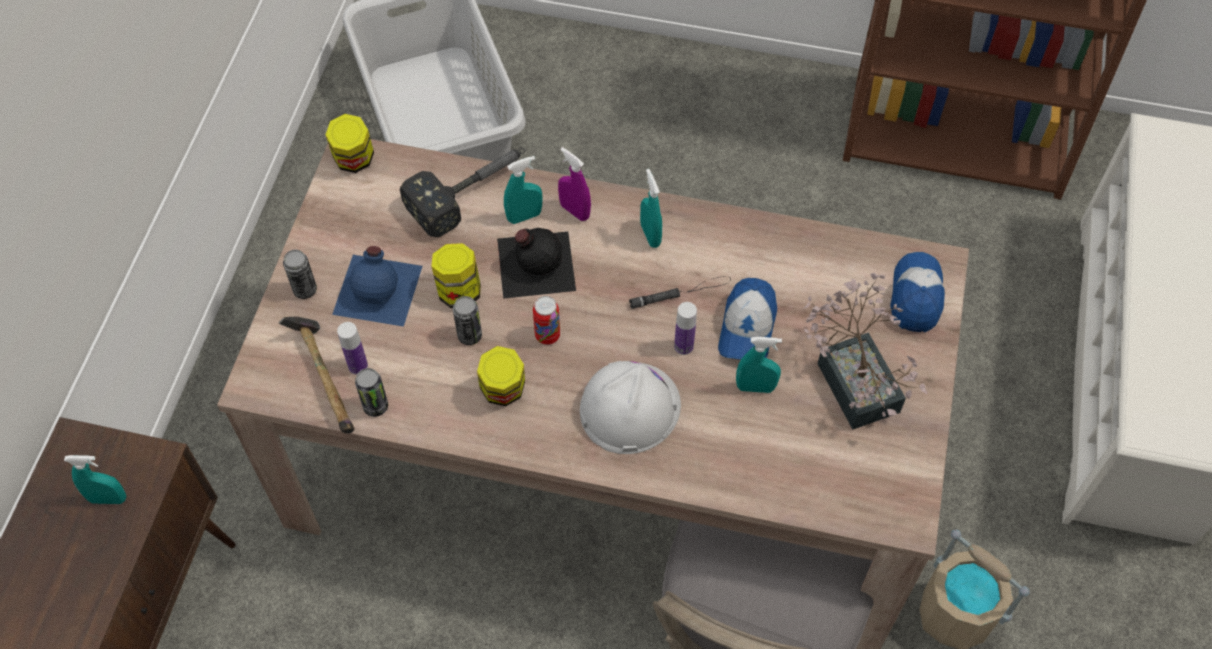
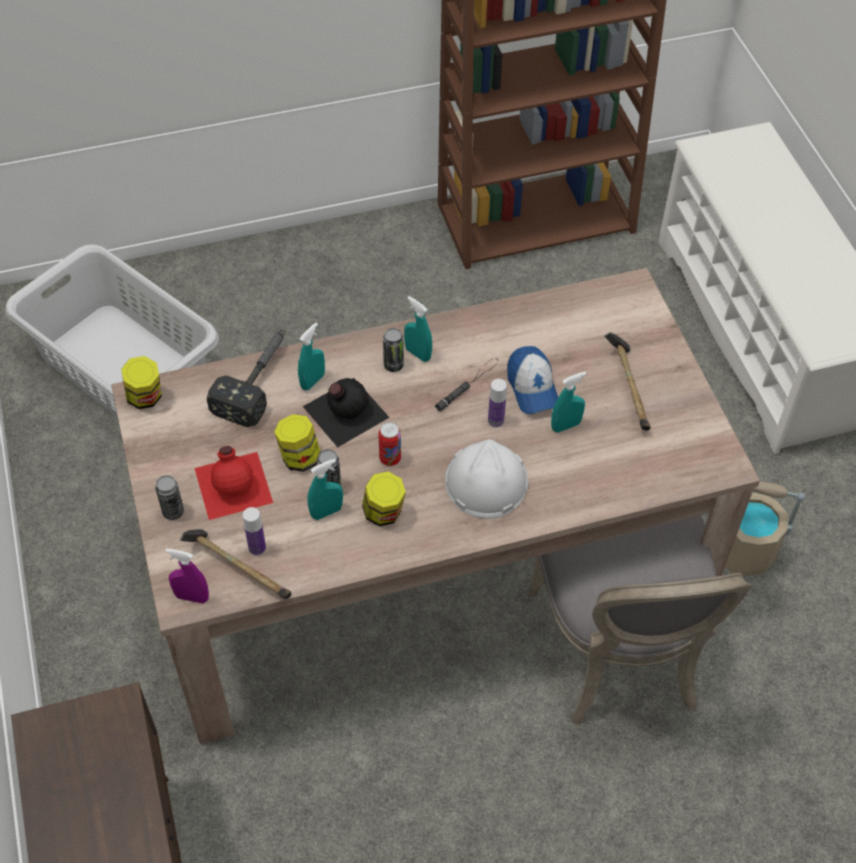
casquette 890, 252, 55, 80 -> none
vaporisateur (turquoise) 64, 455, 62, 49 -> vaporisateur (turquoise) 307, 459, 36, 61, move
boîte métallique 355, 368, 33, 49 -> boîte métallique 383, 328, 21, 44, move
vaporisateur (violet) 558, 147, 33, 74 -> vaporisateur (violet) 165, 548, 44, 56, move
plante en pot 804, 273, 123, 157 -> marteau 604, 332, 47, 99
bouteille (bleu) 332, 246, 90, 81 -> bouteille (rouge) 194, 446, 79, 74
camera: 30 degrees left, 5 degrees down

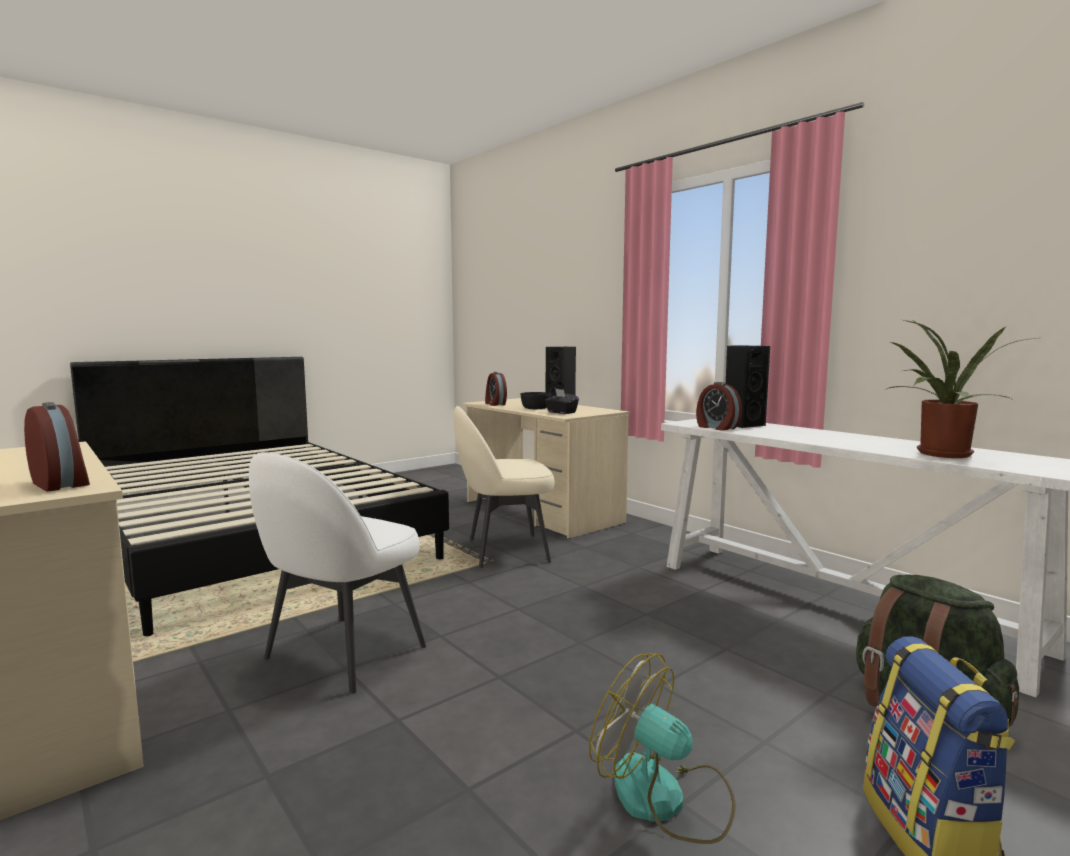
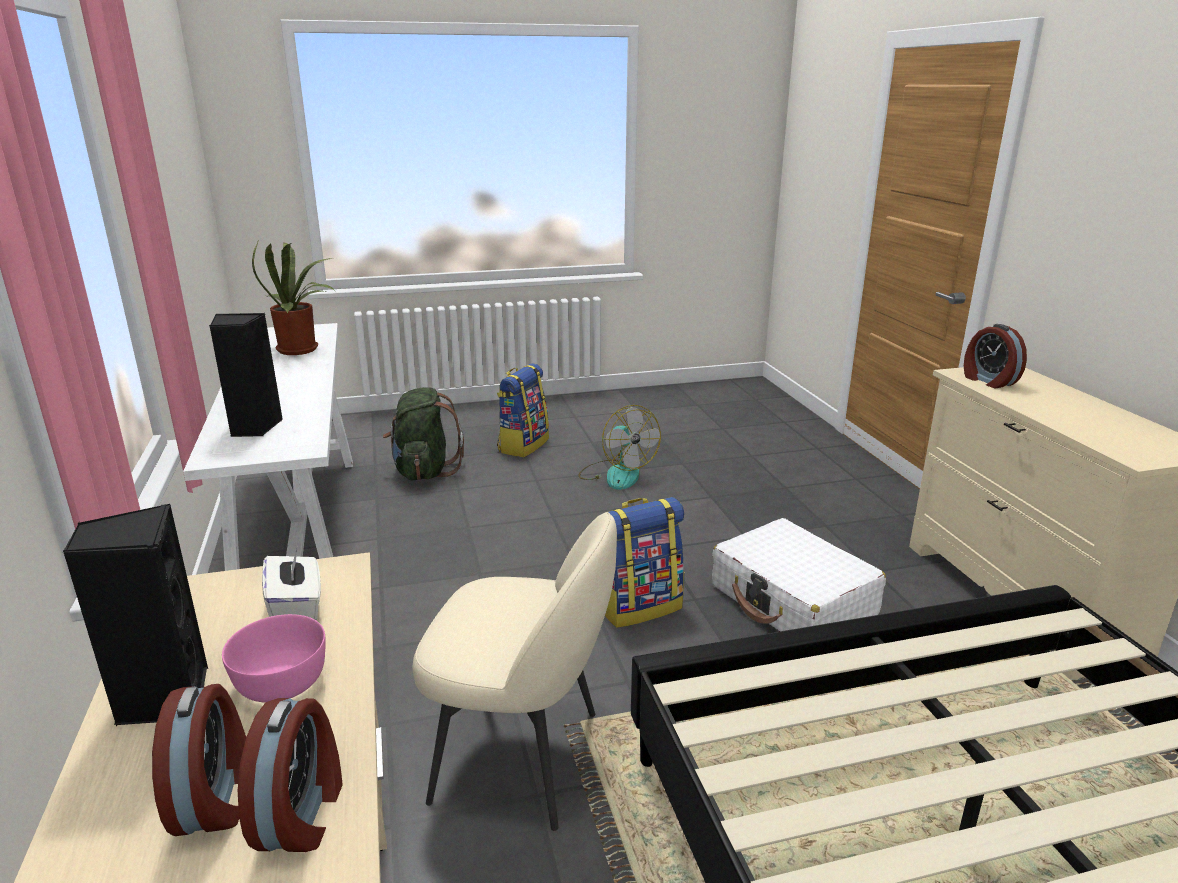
none -> sac à dos 605, 497, 79, 131
réveil 696, 382, 46, 49 -> réveil 152, 684, 94, 152, move
chaise (blanc) 249, 452, 177, 242 -> valise (blanc) 712, 518, 174, 113
bol (noir) 521, 392, 30, 17 -> bol (rose) 222, 614, 104, 89
boîte à mouchoirs (noir) 545, 389, 34, 25 -> boîte à mouchoirs (blanc) 262, 545, 59, 75
camera: 155 degrees left, 15 degrees up

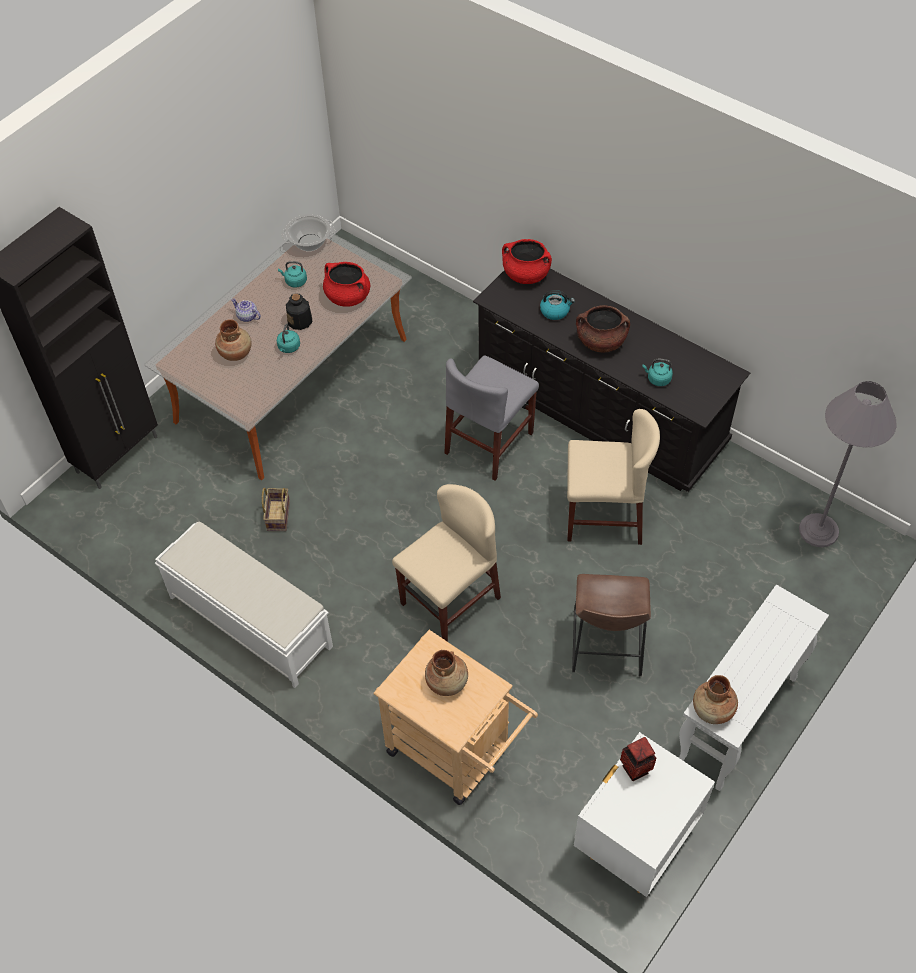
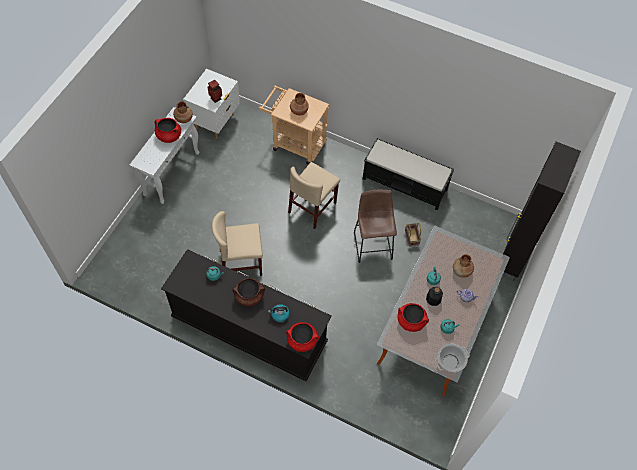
chaise (gris) 444, 355, 95, 125 -> none
lampadaire (gris) 799, 381, 98, 166 -> none
none -> marmite (rouge) 155, 118, 26, 25
tabouret (marron) 572, 574, 79, 102 -> tabouret (marron) 354, 190, 43, 73, move
banc (blanc) 155, 522, 178, 166 -> banc (noir) 363, 138, 91, 72
camera: 165 degrees right, 5 degrees up

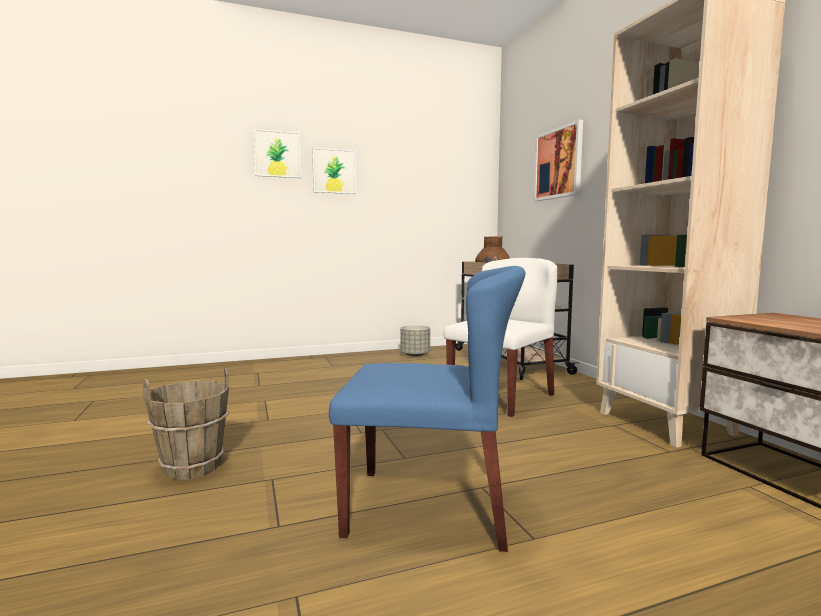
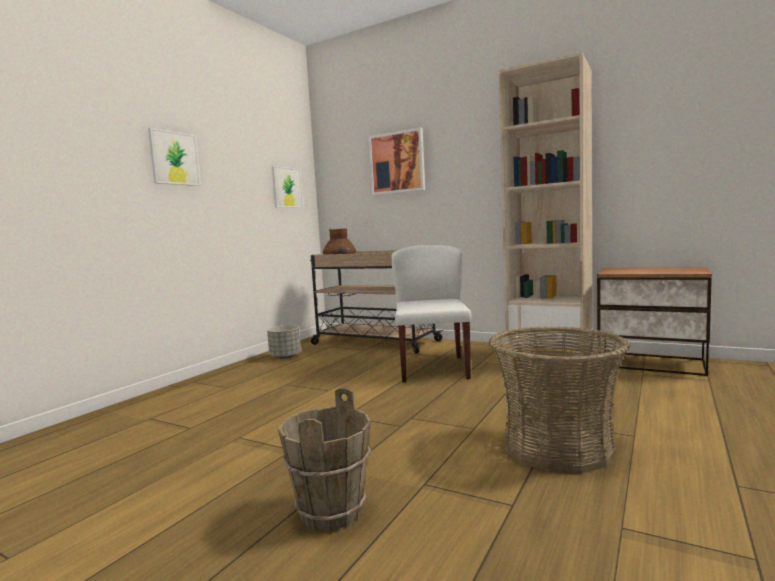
tableau 253, 129, 48, 49 -> tableau 272, 166, 31, 42, move
chaise (bleu) 329, 266, 196, 286 -> panier 489, 327, 141, 146
camera: 40 degrees left, 0 degrees up

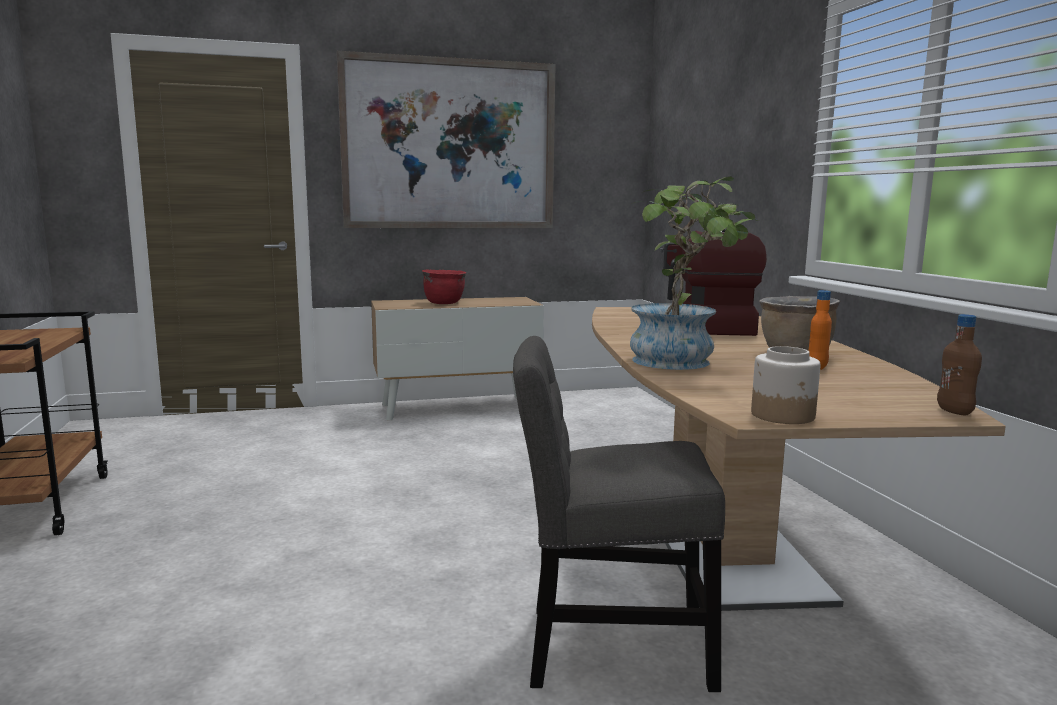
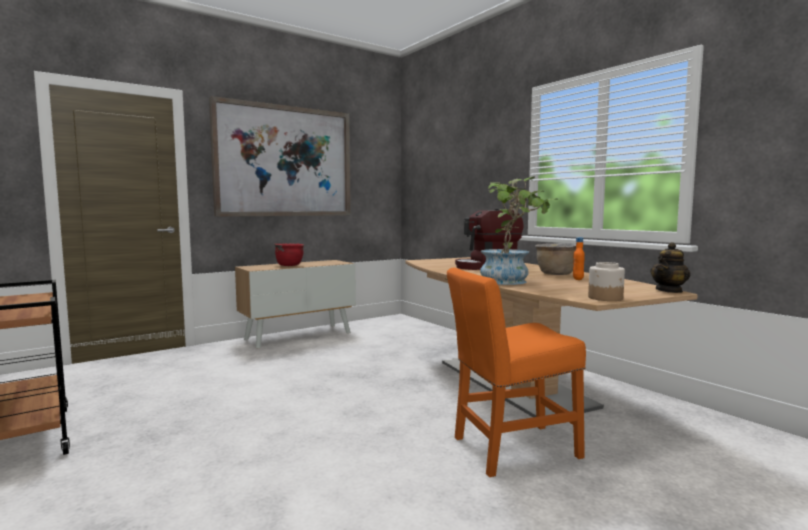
bouteille (marron) 937, 314, 45, 102 -> théière 650, 242, 40, 51
chaise (gris) 513, 336, 212, 356 -> chaise (orange) 447, 268, 139, 209
camera: 20 degrees left, 5 degrees down

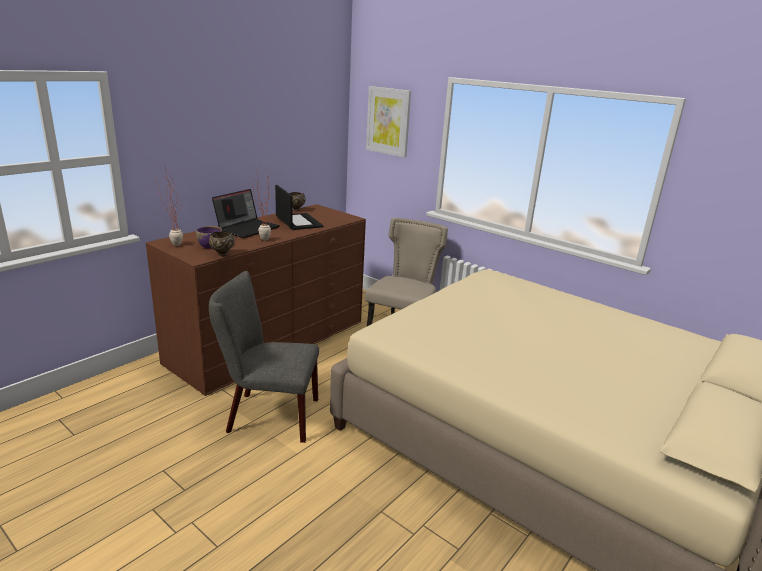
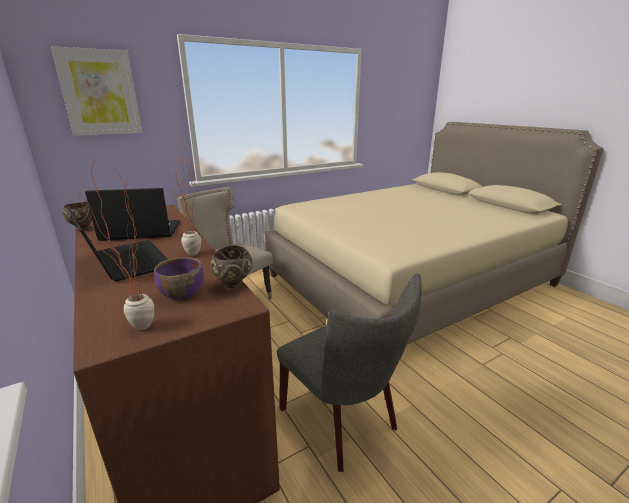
chaise (gris) 209, 271, 110, 172 -> chaise (gris) 277, 273, 145, 199, 60 degrees counterclockwise
camera: 70 degrees left, 0 degrees up

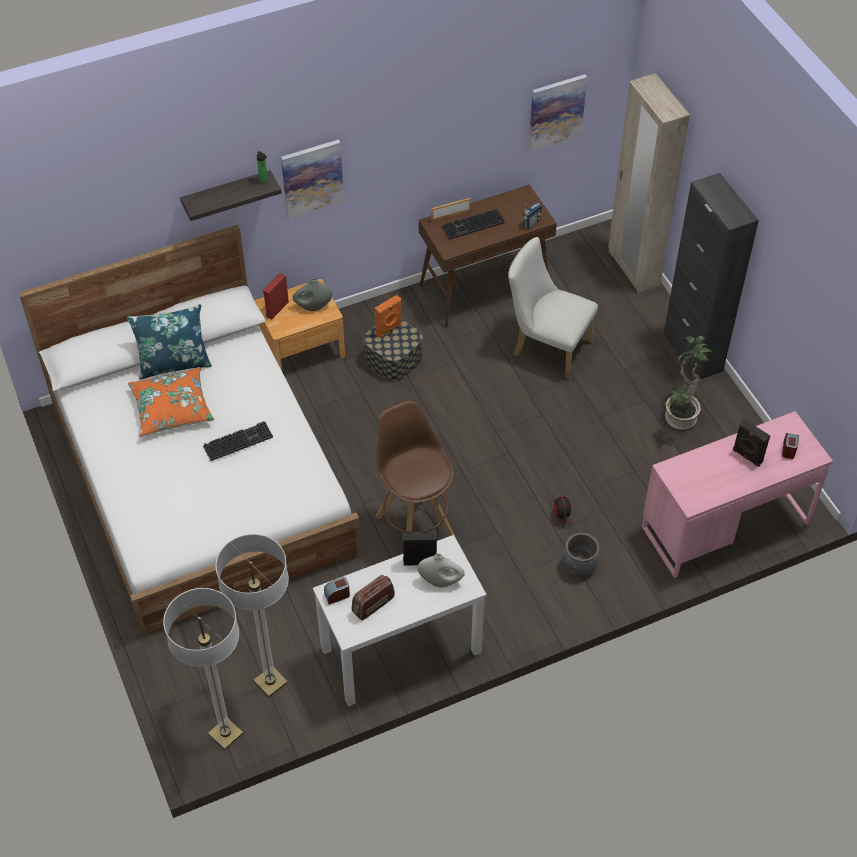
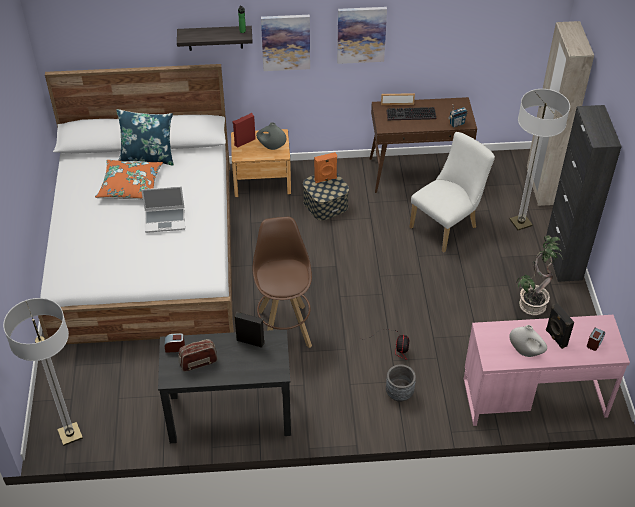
lampadaire 215, 534, 74, 163 -> lampadaire 509, 89, 61, 141, move
vase (blanc) 418, 554, 47, 33 -> vase (blanc) 509, 325, 38, 32, move
tableau 529, 74, 58, 78 -> tableau 337, 7, 50, 57, move
clavier 203, 421, 70, 40 -> ordinateur portable 141, 186, 44, 47
bureau (blanc) 313, 535, 174, 171 -> bureau (noir) 158, 329, 133, 114
chaise (blanc) 508, 237, 90, 142 -> chaise (blanc) 410, 132, 85, 121, 90 degrees clockwise
camera: 20 degrees right, 5 degrees down

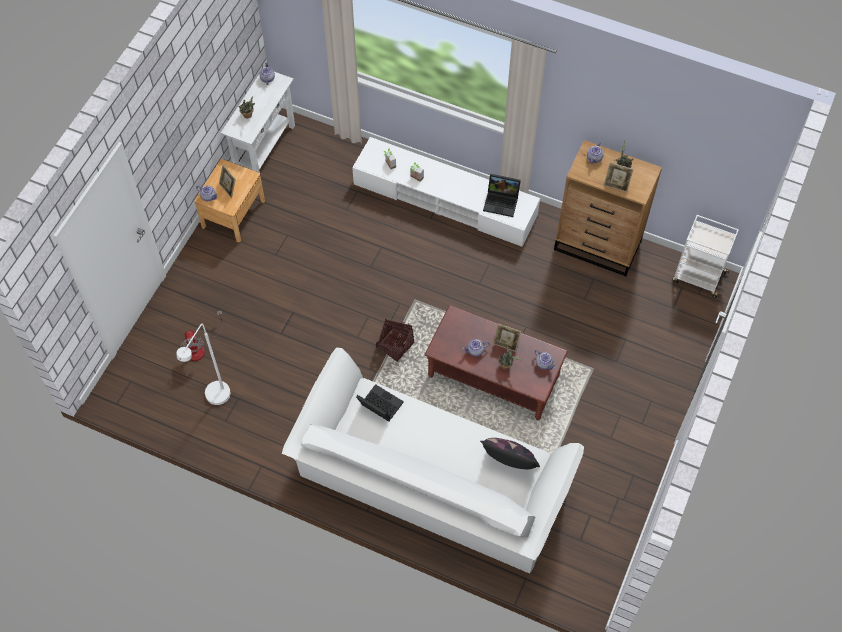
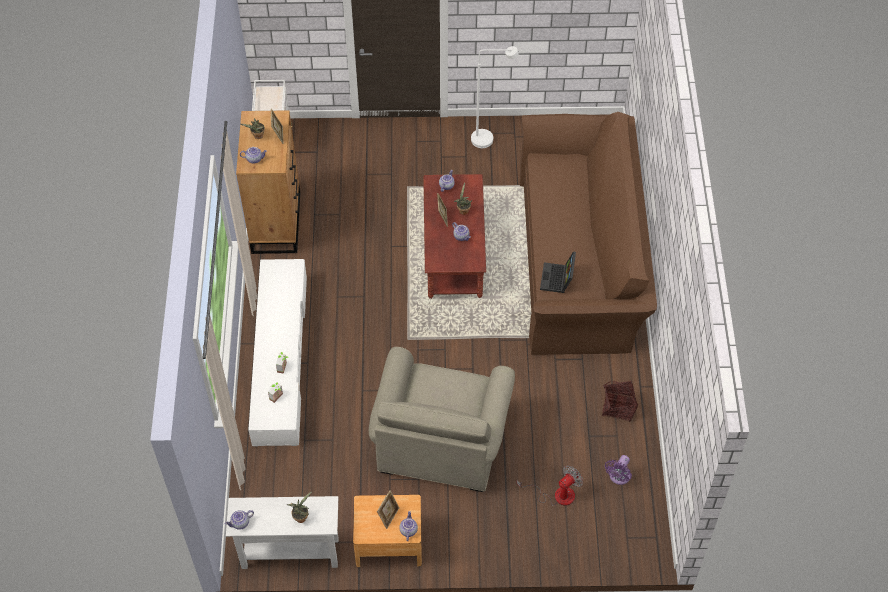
coussin 480, 438, 60, 31 -> none
ordinateur portable 483, 174, 38, 43 -> none
none -> fauteuil (beige) 369, 347, 146, 145
none -> ventilateur (violet) 605, 455, 27, 30
lampadaire (blanc) 177, 324, 53, 81 -> lampadaire (blanc) 471, 46, 48, 102, move
panier 376, 319, 38, 43 -> panier 602, 381, 36, 41, move
canapé (blanc) 282, 348, 302, 226 -> canapé (marron) 520, 112, 137, 243
camera: 115 degrees left, 5 degrees down

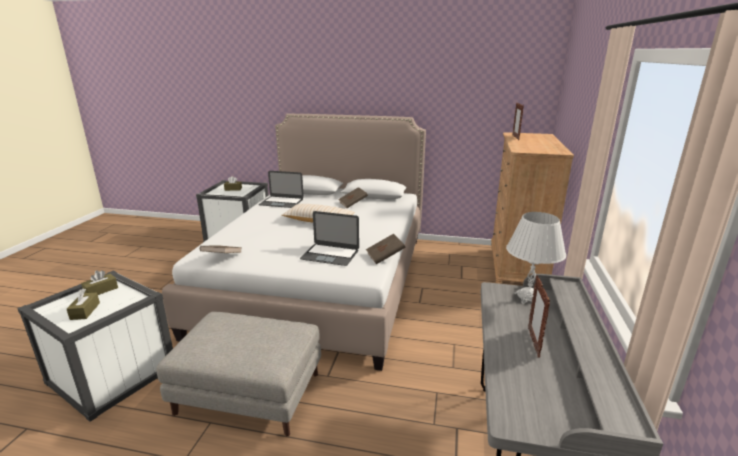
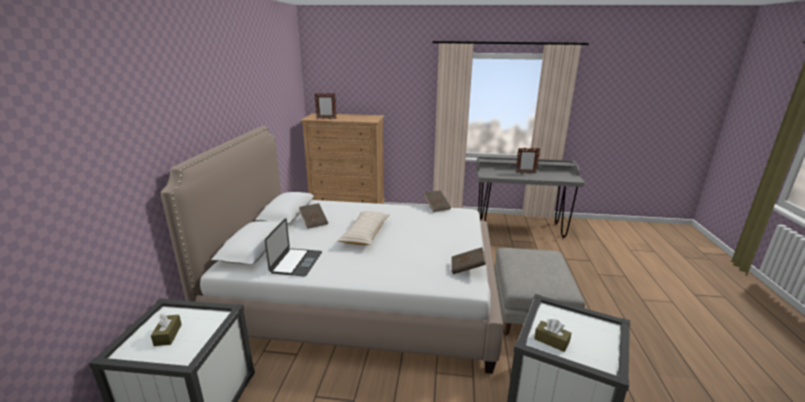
boîte à mouchoirs (marron) 67, 289, 33, 31 -> none
ordinateur portable 300, 211, 59, 55 -> none
lampe de table (blanc) 506, 212, 60, 92 -> none
camera: 95 degrees left, 0 degrees up

